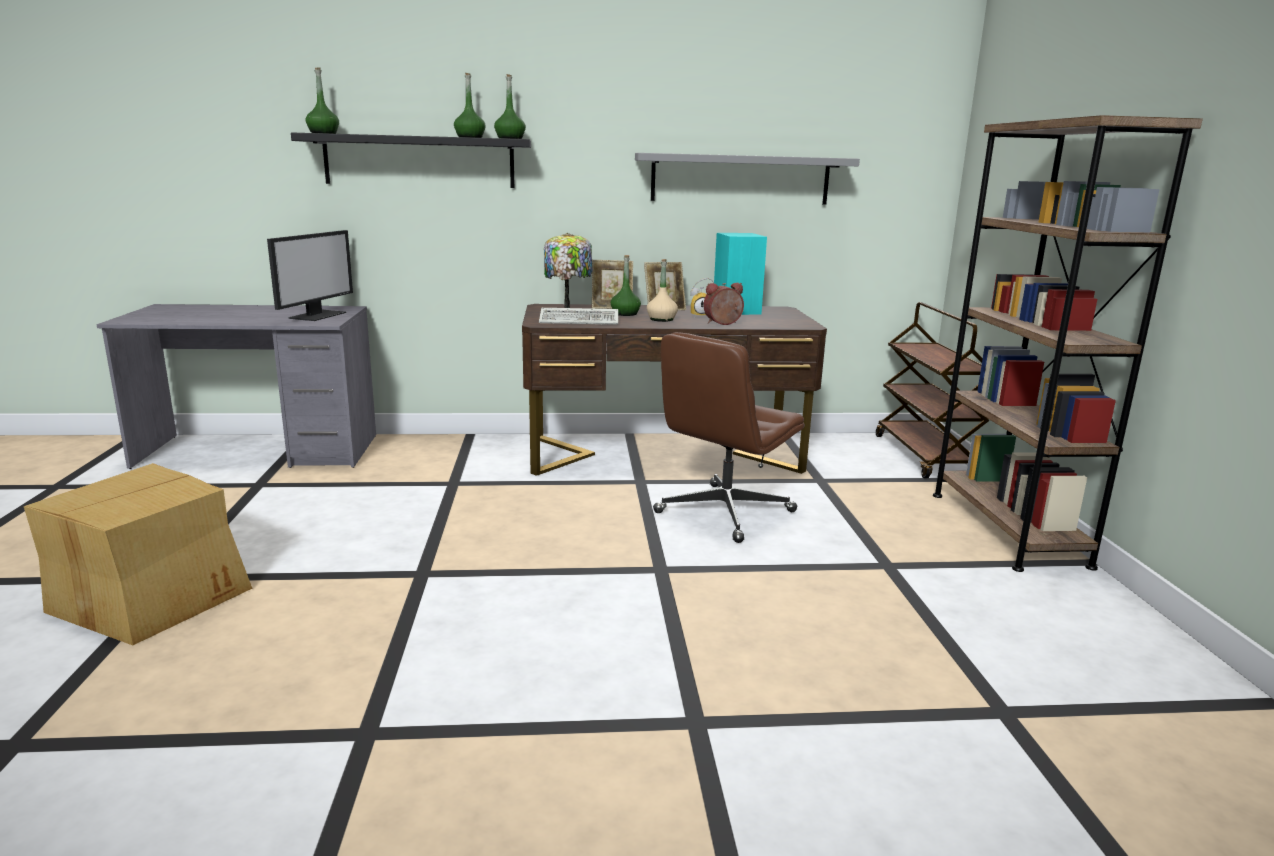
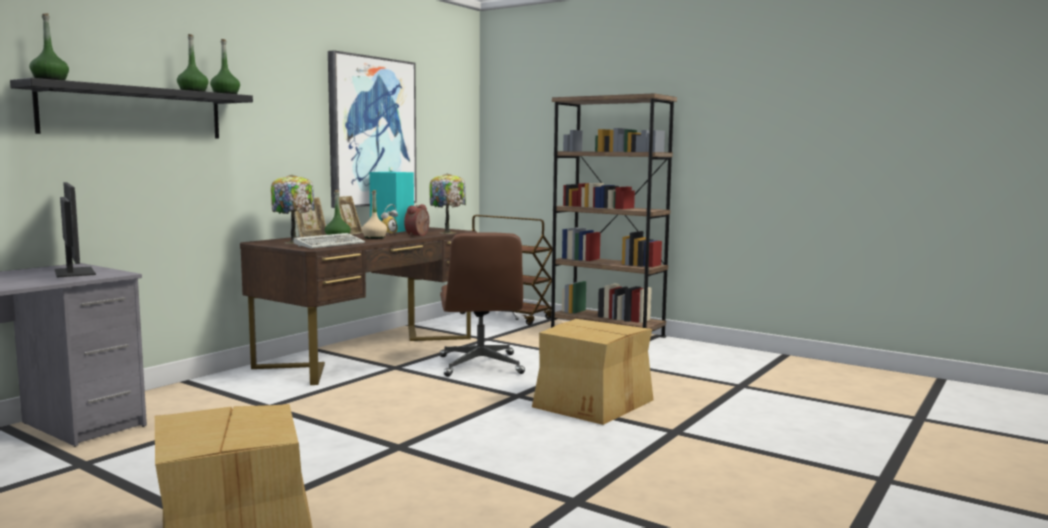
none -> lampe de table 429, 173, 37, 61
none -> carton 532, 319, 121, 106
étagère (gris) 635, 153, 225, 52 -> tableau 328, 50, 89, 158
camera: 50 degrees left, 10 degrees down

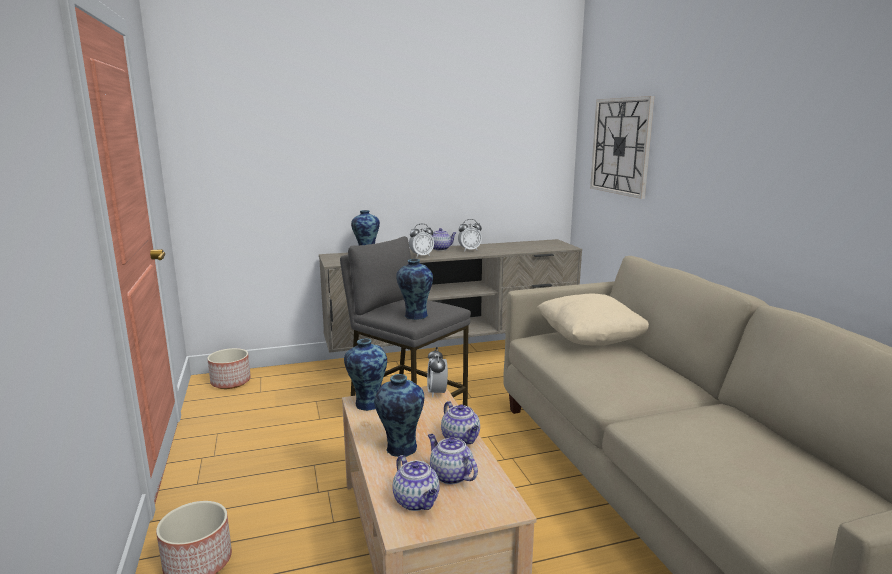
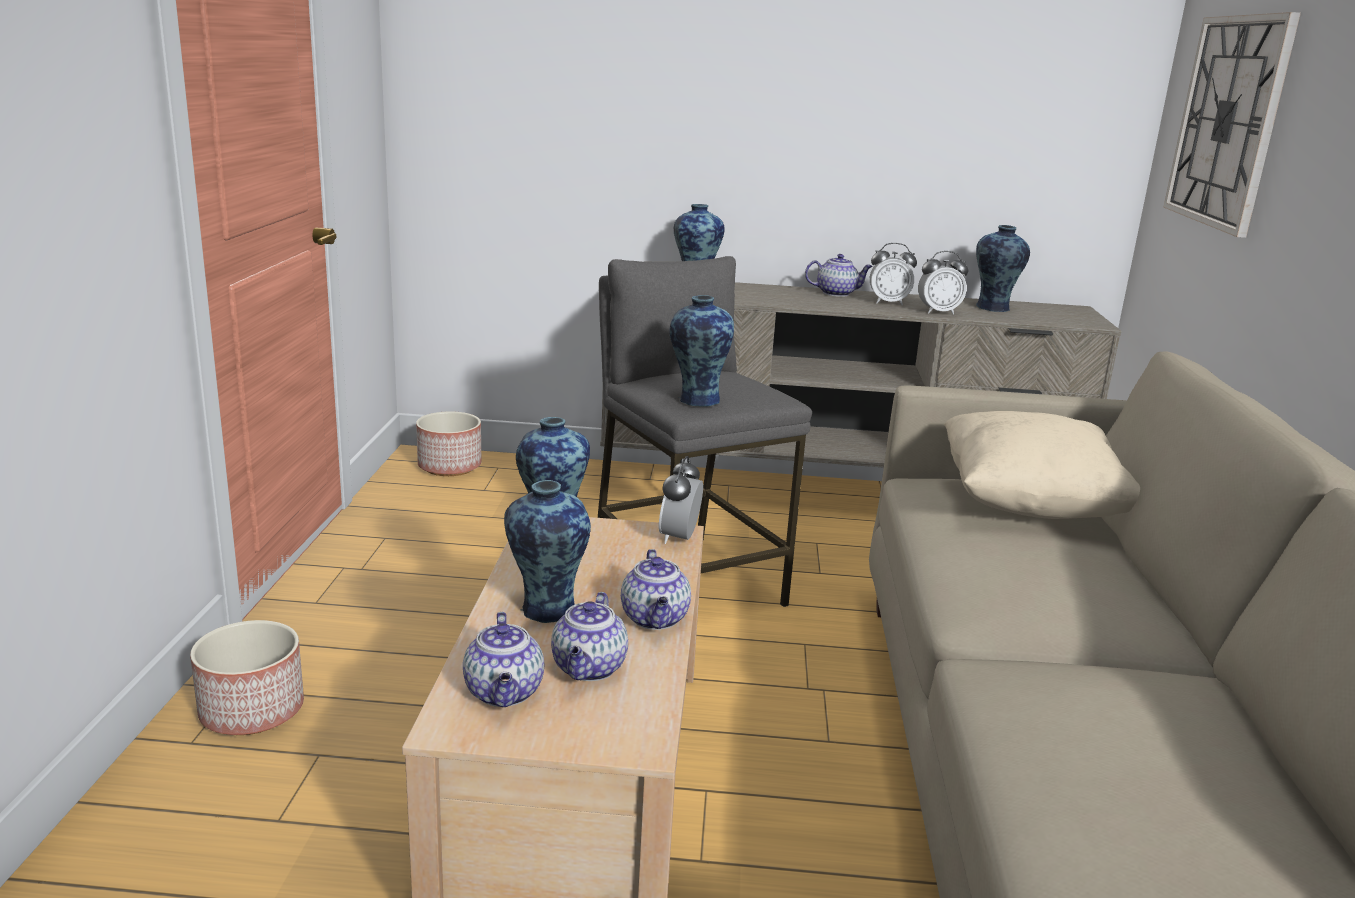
none -> vase 976, 225, 54, 87
réveil 409, 224, 25, 33 -> réveil 918, 251, 50, 64, move
théière 428, 434, 50, 51 -> théière 551, 592, 77, 89, 150 degrees counterclockwise
camera: 20 degrees right, 5 degrees up

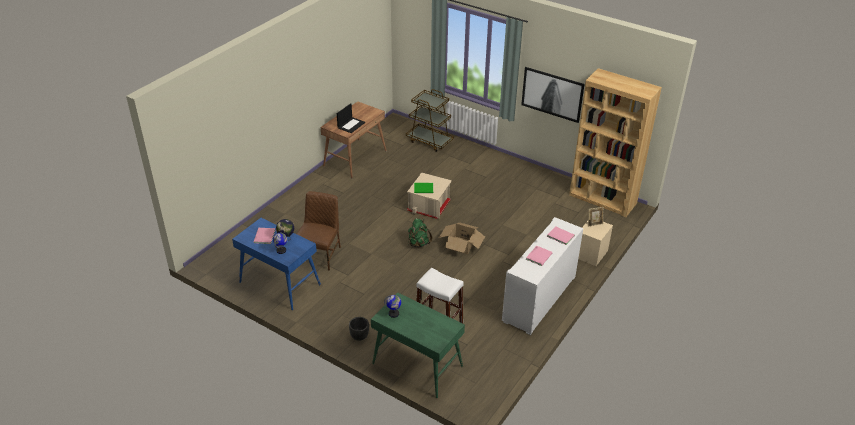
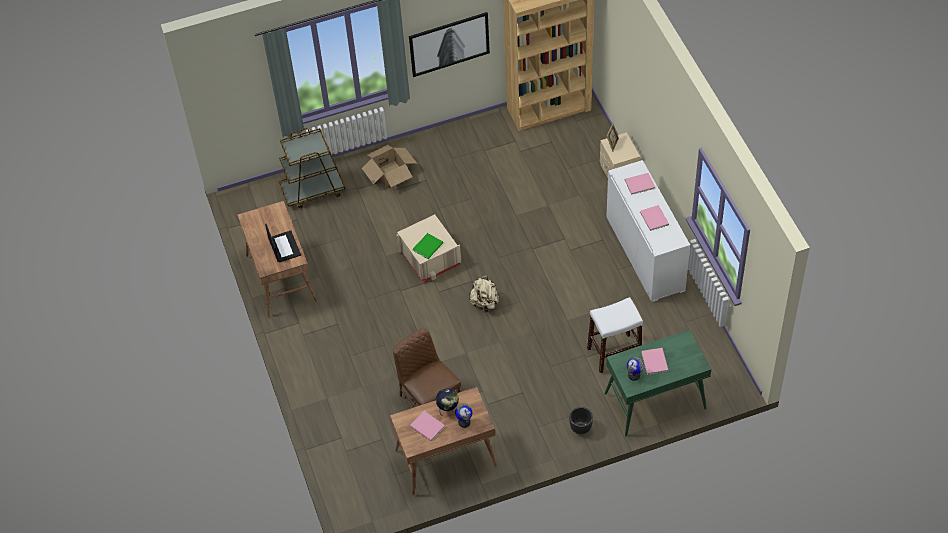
none -> livre (rose) 641, 348, 28, 27
carton 439, 223, 46, 31 -> carton 361, 145, 56, 42, move
bureau (bleu) 232, 218, 89, 92 -> bureau (marron) 390, 387, 107, 109
sac à dos (vert) 408, 218, 24, 29 -> sac à dos (beige) 469, 276, 30, 36
camera: 50 degrees left, 15 degrees up

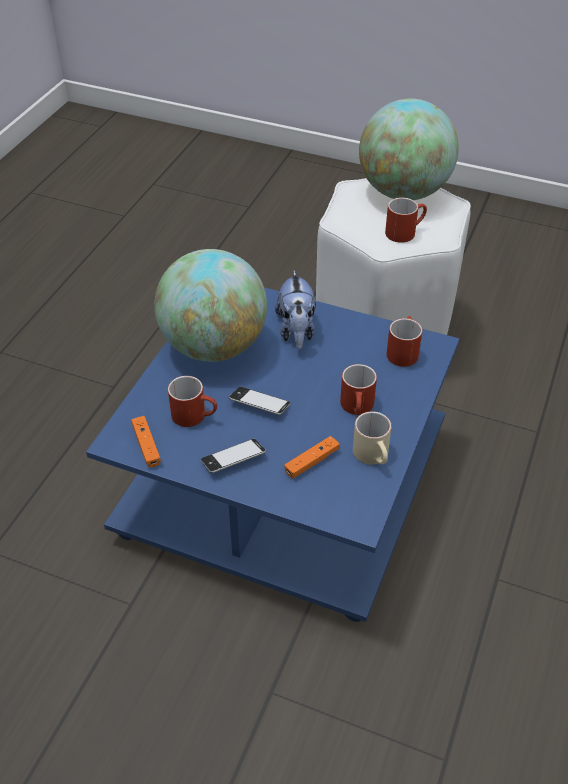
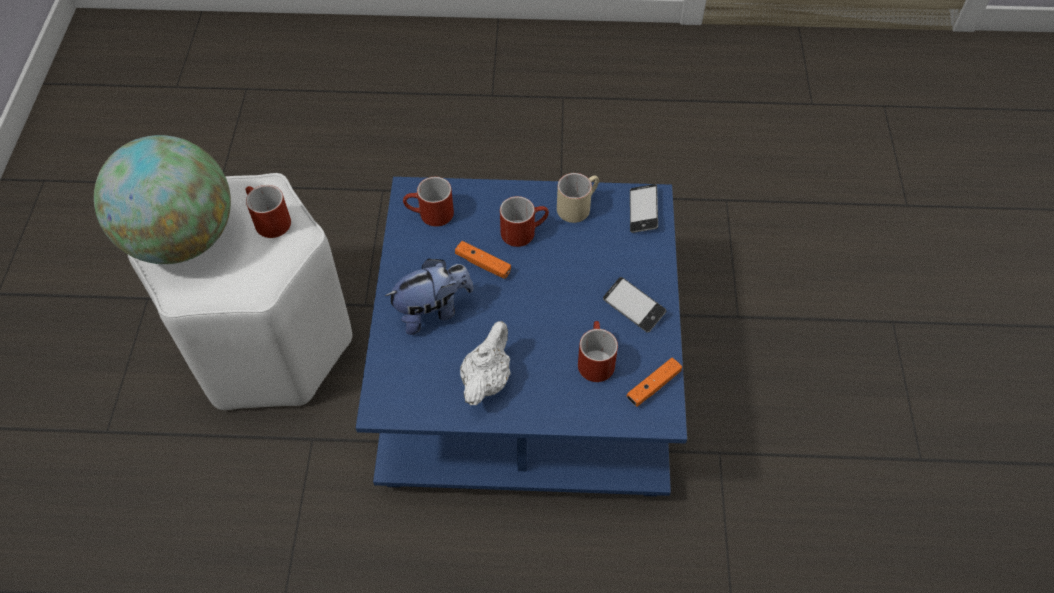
téléphone 229, 387, 62, 28 -> téléphone 630, 184, 28, 49, move
manette (orange) 285, 436, 54, 43 -> manette (orange) 455, 241, 56, 38, move
globe 154, 249, 113, 113 -> théière (blanc) 460, 321, 51, 85
camera: 110 degrees left, 10 degrees up

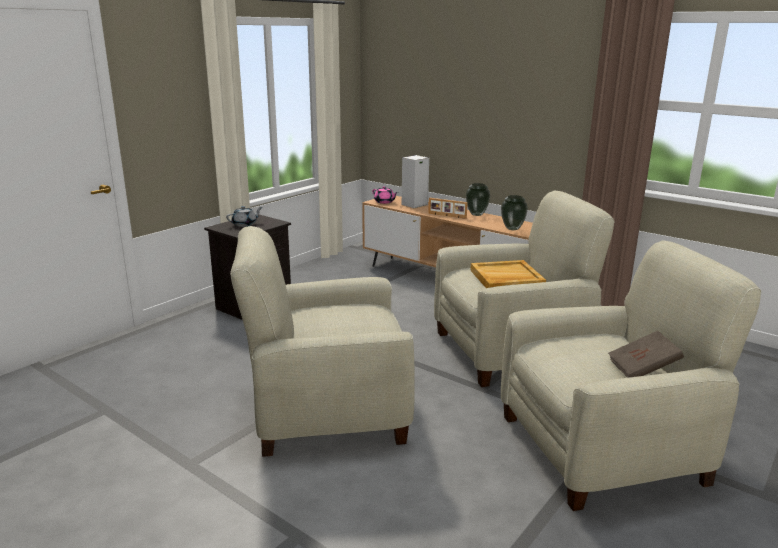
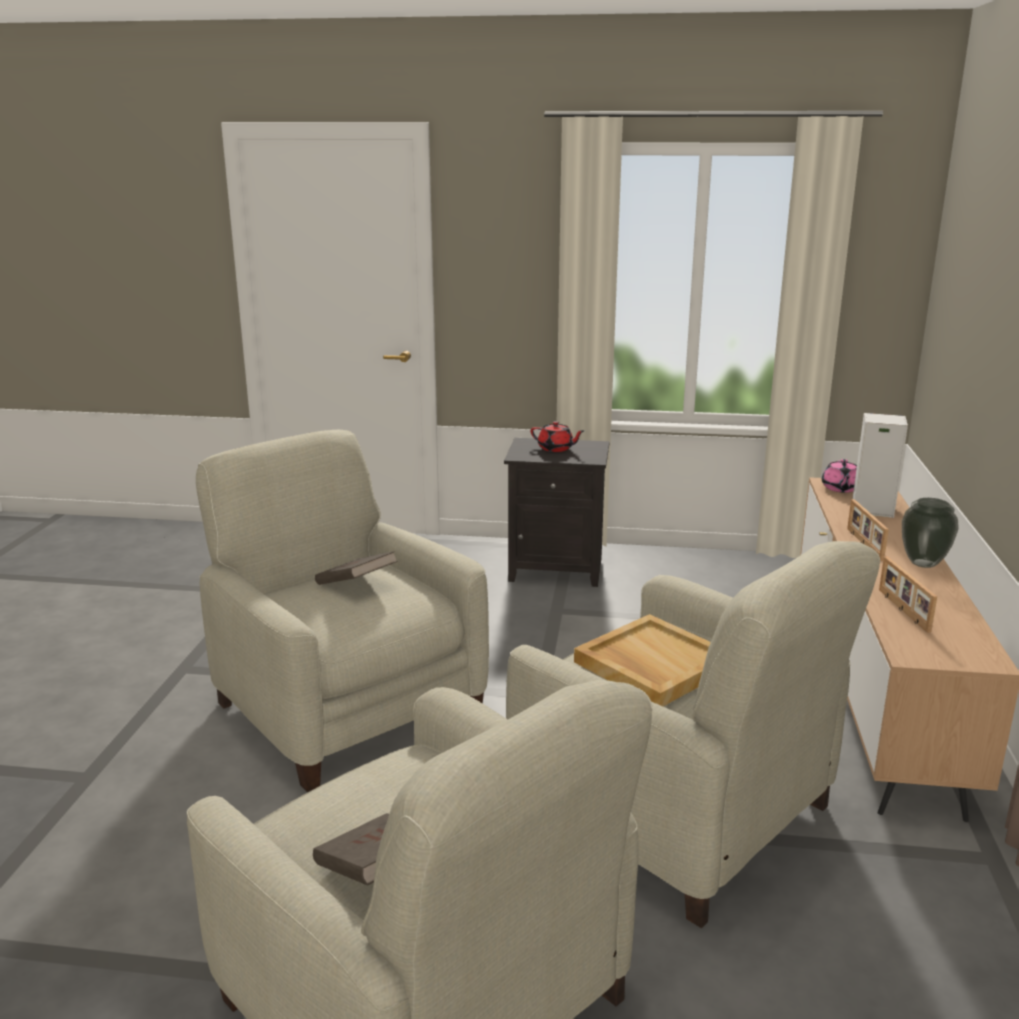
none -> livre (marron) 315, 551, 83, 34
vase 501, 195, 27, 35 -> cadre photo 879, 556, 58, 77
théière (gris) 226, 206, 36, 21 -> théière (rouge) 531, 421, 53, 31
camera: 60 degrees right, 0 degrees up

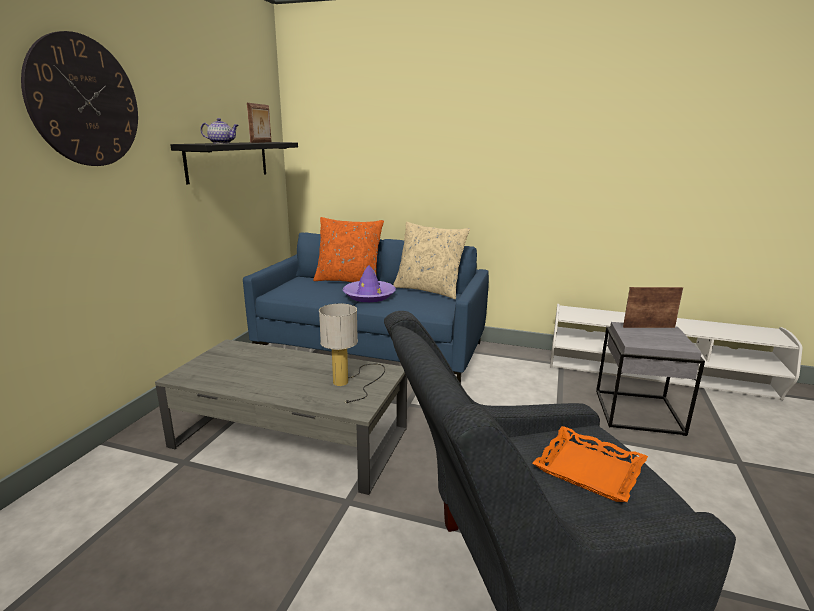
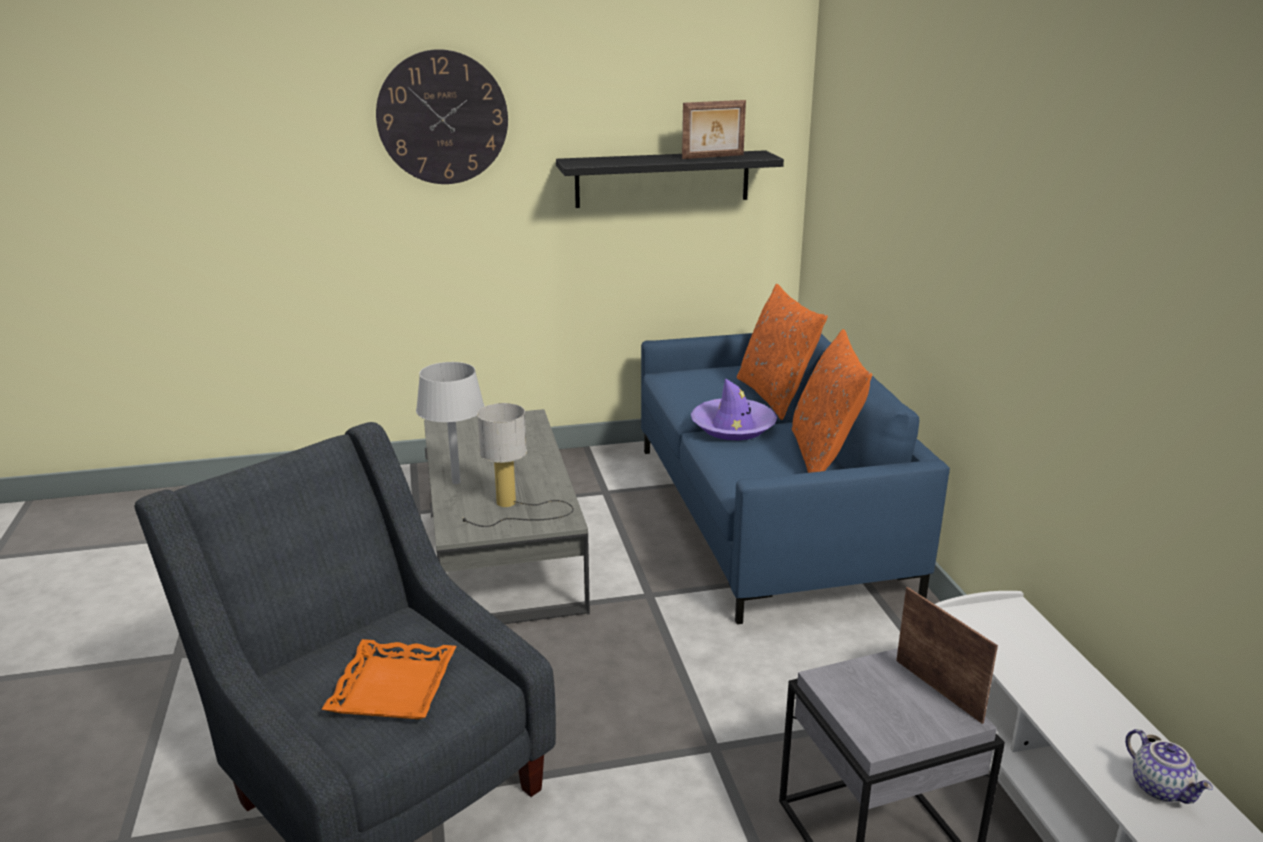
none -> lampe de table (gris) 416, 362, 69, 122
théière 200, 118, 39, 26 -> théière 1125, 729, 88, 75, move
coussin (beige) 393, 222, 77, 78 -> coussin (orange) 792, 329, 80, 144
camera: 60 degrees right, 5 degrees up

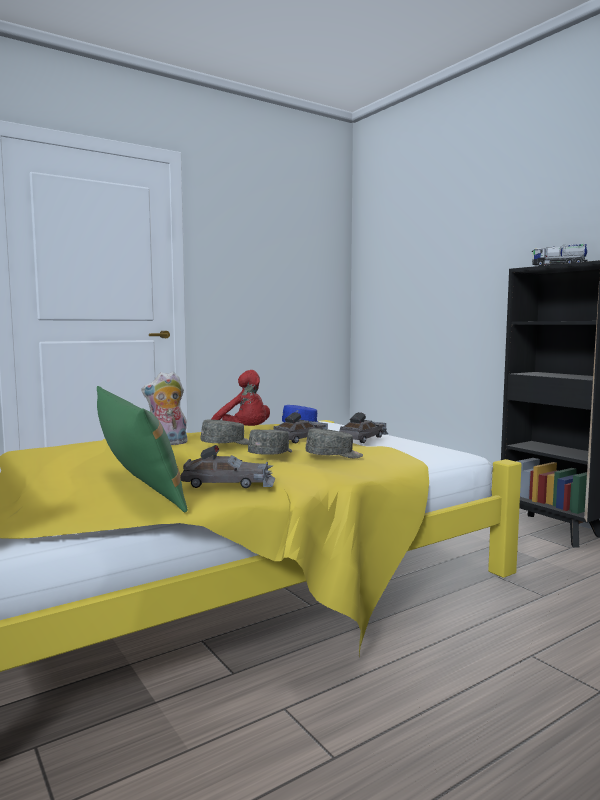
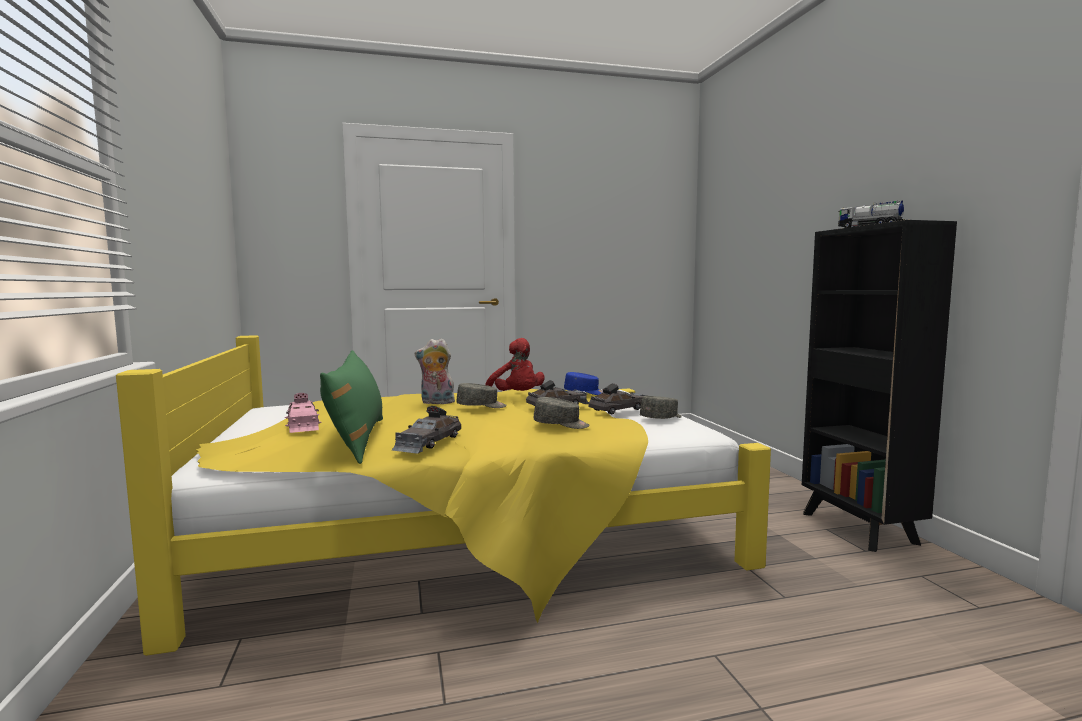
none -> petite voiture (rose) 284, 393, 37, 40
casquette (gris) 248, 430, 44, 25 -> casquette (gris) 640, 396, 42, 23, move
petite voiture (gris) 180, 445, 95, 43 -> petite voiture (gris) 392, 406, 69, 48, 90 degrees clockwise
camera: 20 degrees right, 0 degrees up

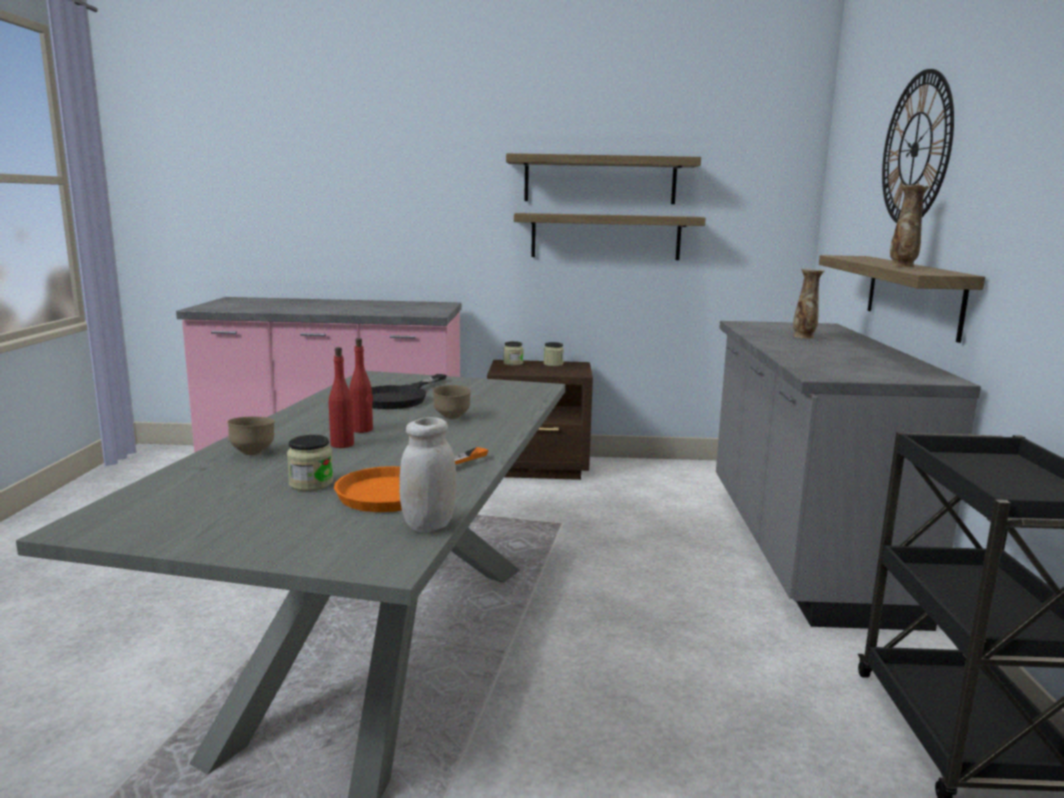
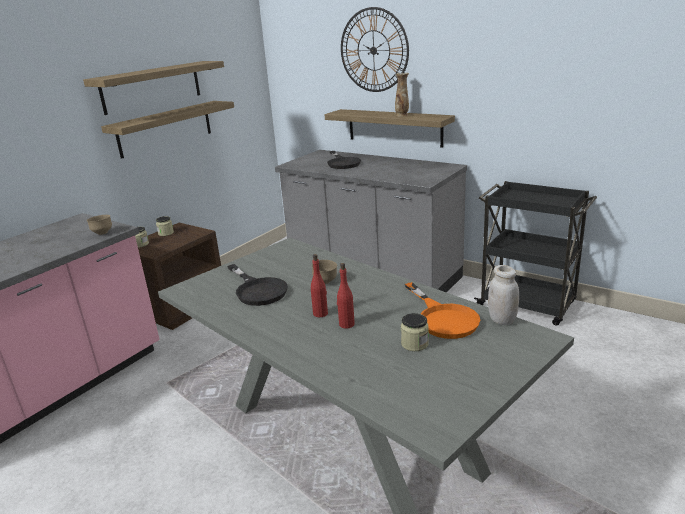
bol (marron) 227, 417, 48, 38 -> bol (marron) 87, 215, 25, 20, move
vase 793, 268, 32, 71 -> poêle (noir) 327, 151, 34, 18
camera: 55 degrees left, 10 degrees up

